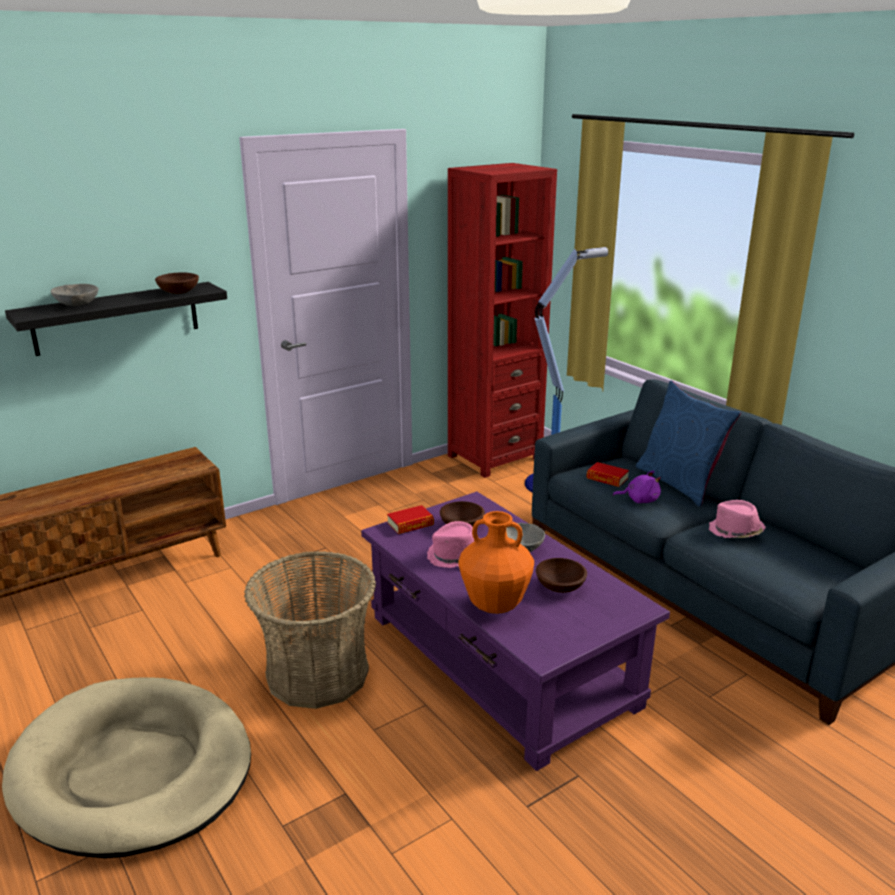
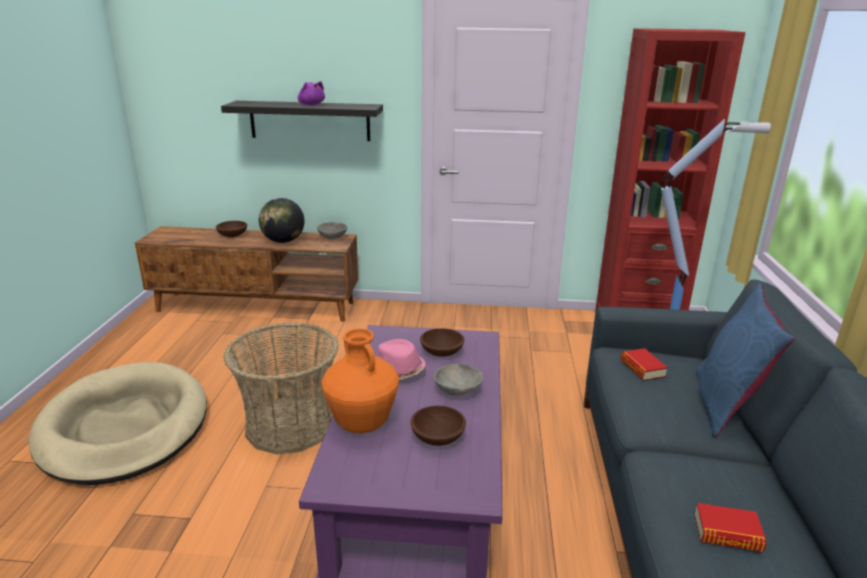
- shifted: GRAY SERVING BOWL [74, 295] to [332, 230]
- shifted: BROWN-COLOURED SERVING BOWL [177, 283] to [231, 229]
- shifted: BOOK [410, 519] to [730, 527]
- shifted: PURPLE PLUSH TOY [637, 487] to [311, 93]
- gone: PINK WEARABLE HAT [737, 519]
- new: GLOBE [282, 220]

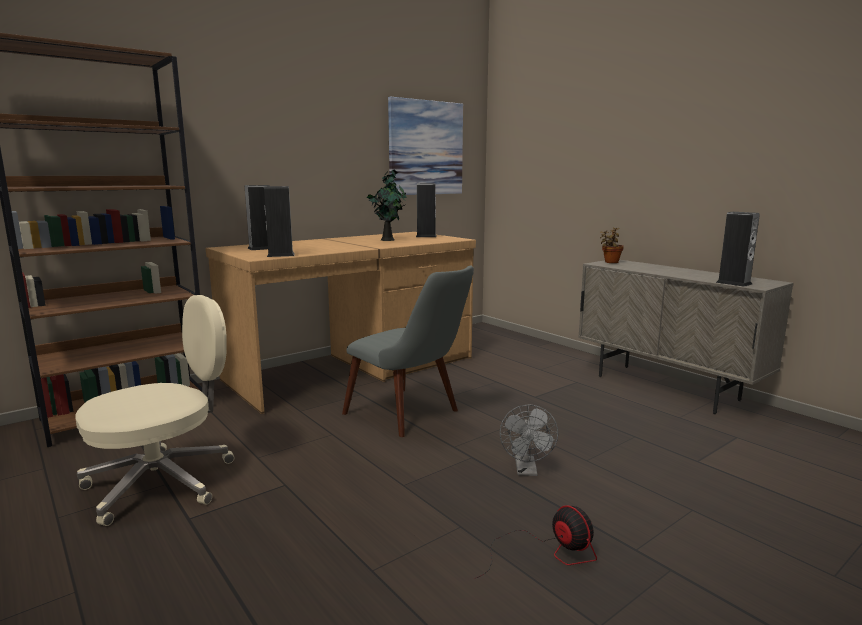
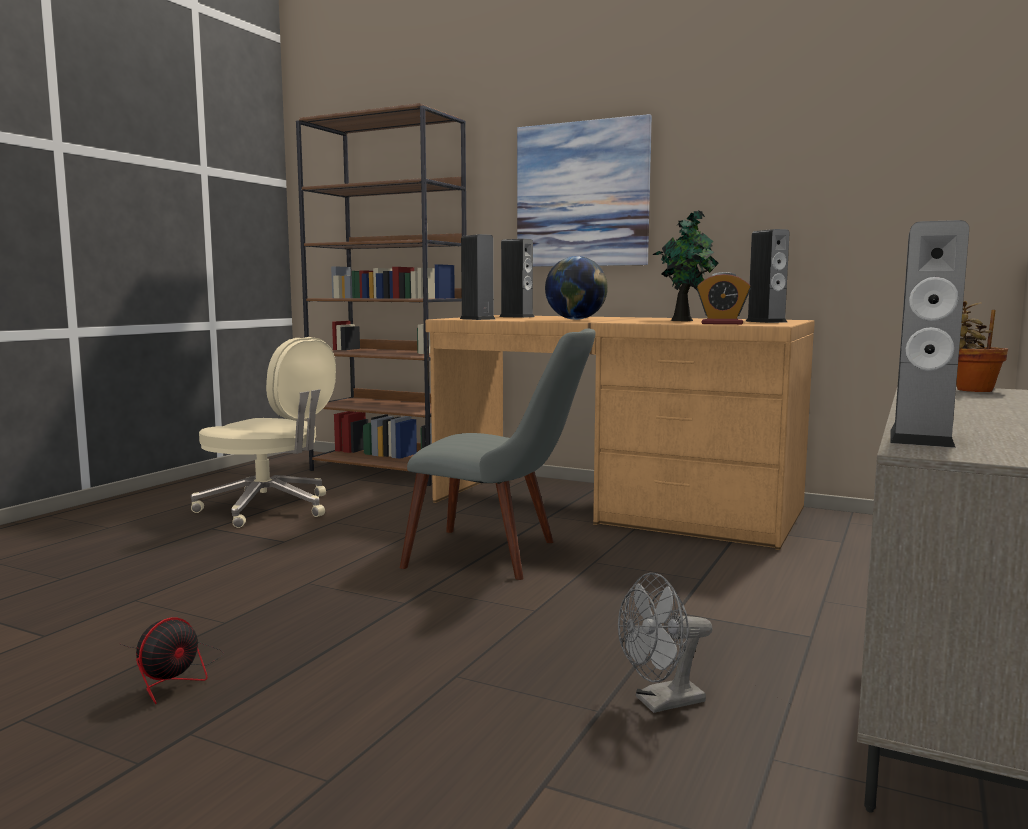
- rotated: GRAY PLAIN CHAIR [408, 351] = [498, 454] 90 degrees counterclockwise
- shifted: WALL ART [425, 146] to [584, 190]
- shifted: GRAY FAN [529, 440] to [665, 643]
- new: GLOBE [576, 288]
- new: ALARM CLOCK [723, 298]

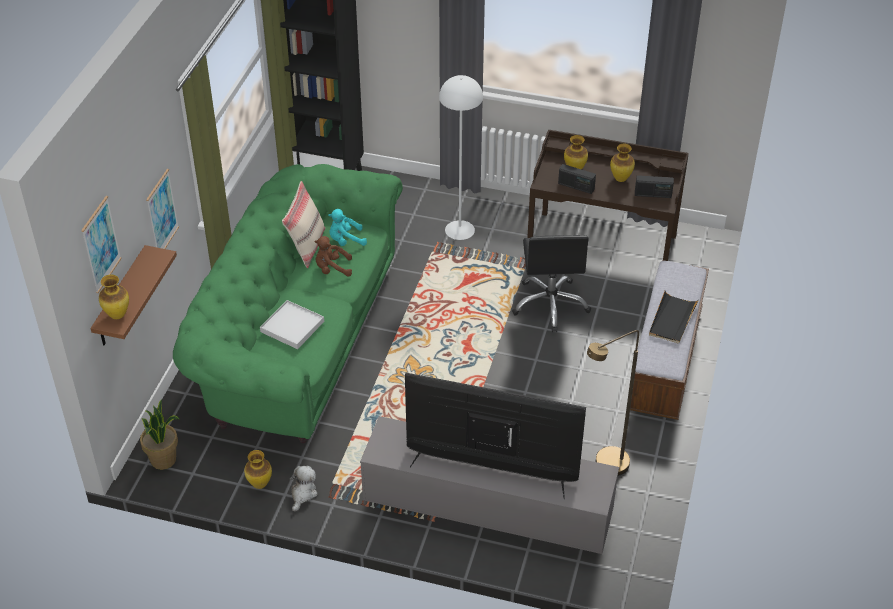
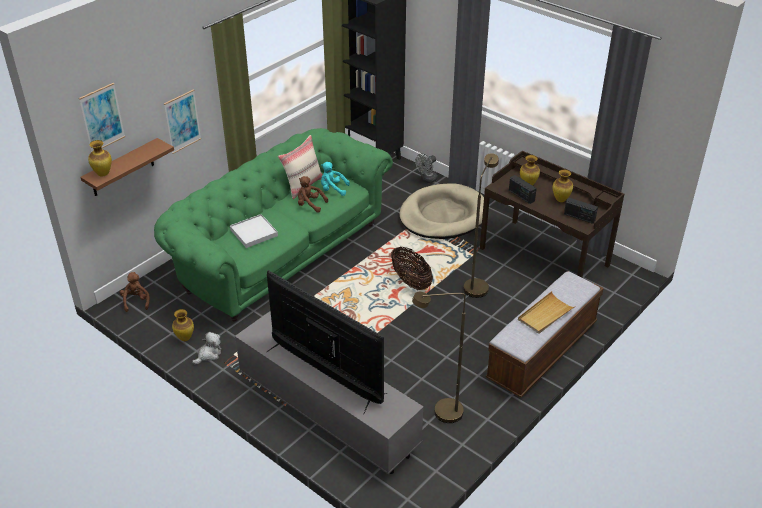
- swapped: POTTED PLANT [159, 434] to BROWN-COLOURED PLUSH TOY [135, 292]
- swapped: WHITE STANDARD LAMP [461, 157] to BEIGE PET BED [441, 211]
- swapped: BLACKISH OFFICE CHAIR [551, 283] to BROWN-COLOURED STANDARD LAMP [481, 225]
- repainted: BLACKISH TRAY [674, 317] to BEIGE TRAY [546, 312]
- new: STORAGE BASKET [412, 268]
- new: GRAY FAN [426, 168]

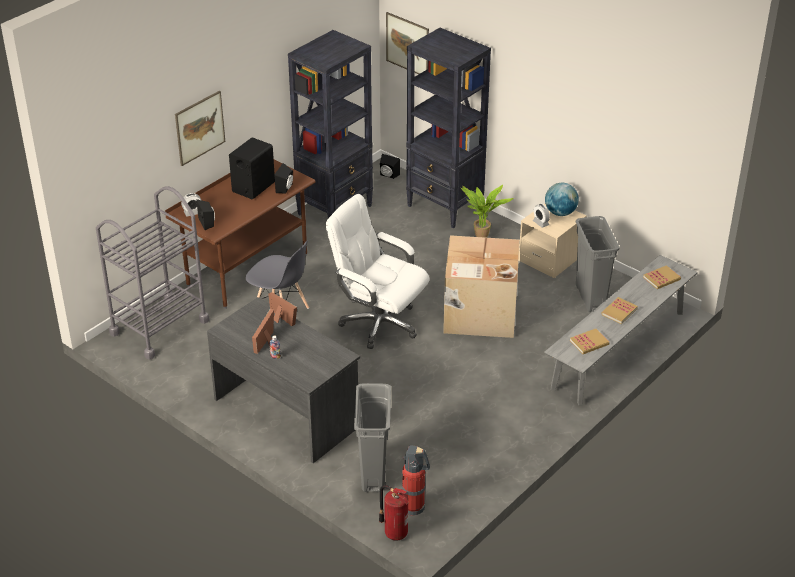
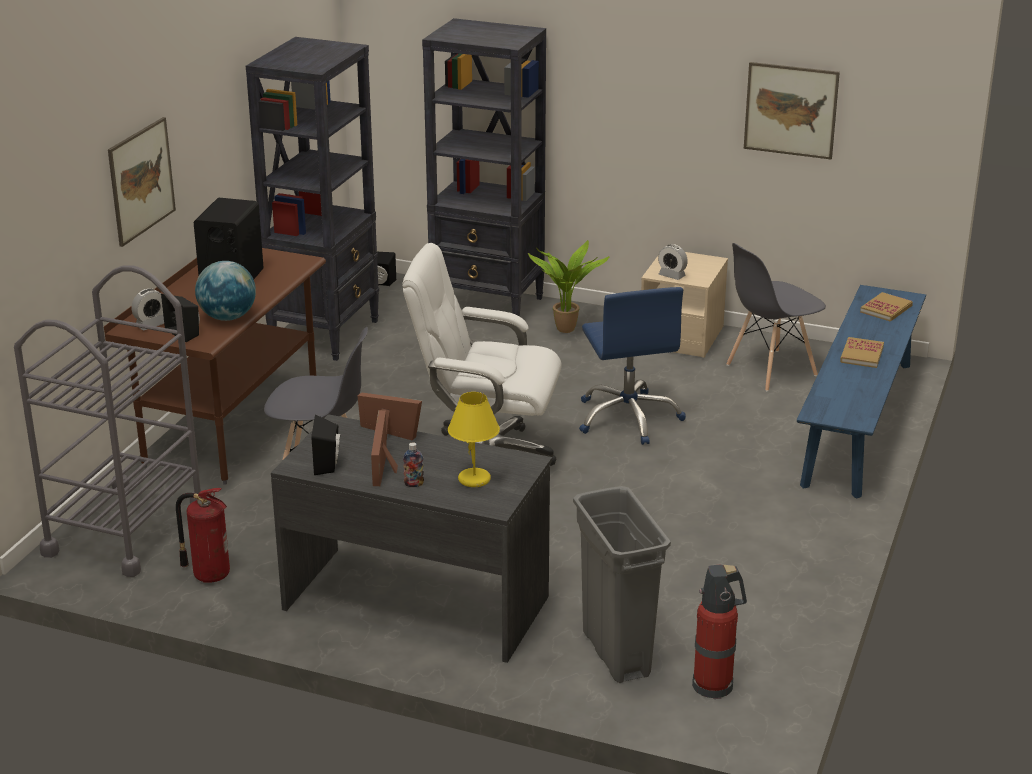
- shifted: BLACKISH SPEAKER [283, 178] to [325, 444]
- shifted: FIRE EXTINGUISHER [394, 512] to [203, 535]
- shifted: WALL ART [407, 43] to [792, 110]
- swapped: PACKING BOX [481, 286] to BLUE OFFICE CHAIR [632, 366]
- repainted: GRAY LONG SEAT [621, 330] to BLUE LONG SEAT [861, 392]
- shifted: GLOBE [562, 199] to [225, 291]
- gone: BOOK [590, 341]
- swapped: GRAY RUBBISH BIN [598, 264] to GRAY PLAIN CHAIR [776, 317]
- new: YELLOW TABLE LAMP [474, 439]

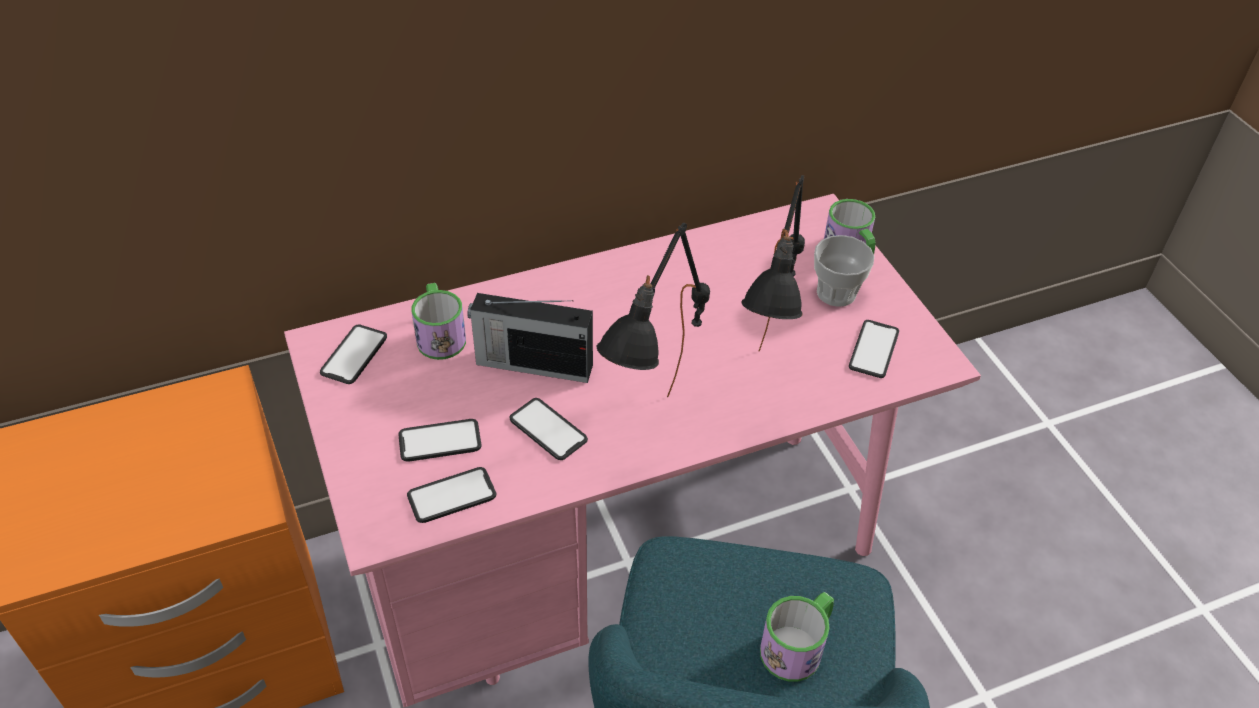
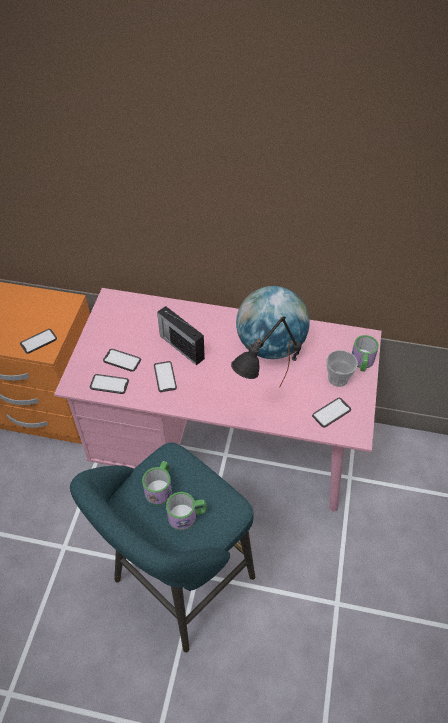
- shifted: TELEPHONE [353, 354] to [38, 341]
- shifted: TEA MUG [438, 321] to [157, 483]
- gone: BLACKISH TABLE LAMP [653, 310]
- new: GLOBE [273, 322]

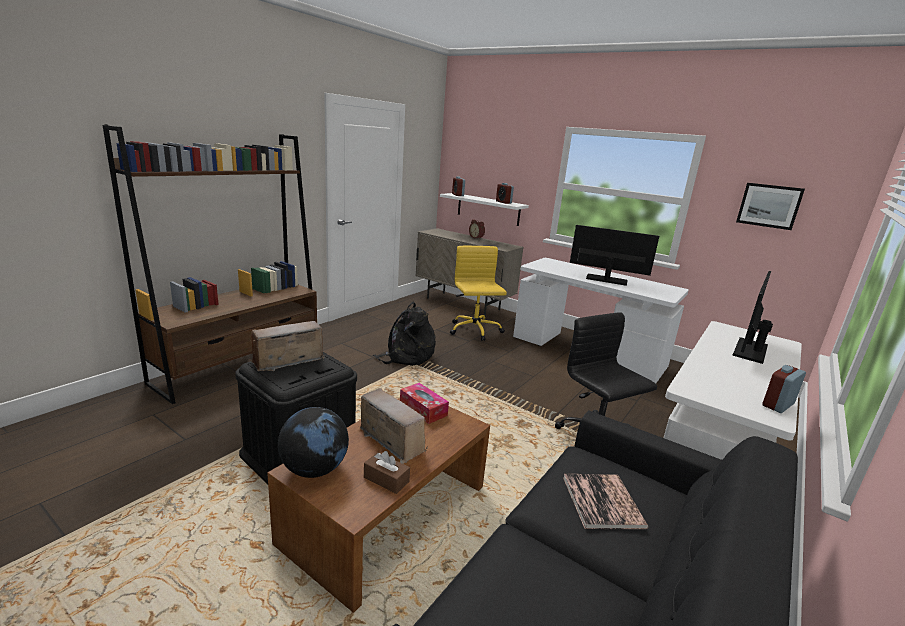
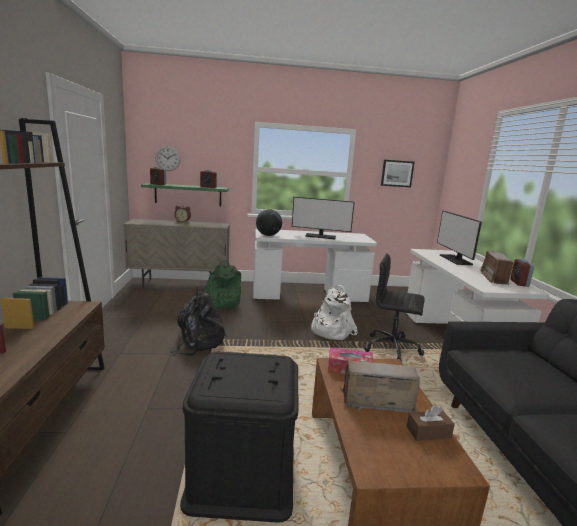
- shifted: RADIO RECEIVER [287, 346] to [497, 268]
- shifted: GLOBE [313, 442] to [269, 222]
- repainted: WHITE WALL SHELF [484, 209] to GREEN-COLOURED WALL SHELF [185, 194]
- swapped: YELLOW OFFICE CHAIR [478, 293] to GREEN-COLOURED BACKPACK [222, 284]
- gone: BOOK [605, 501]
- rotated: MONITOR [614, 255] = [323, 218] 150 degrees counterclockwise
- new: WALL CLOCK [168, 158]
- new: WHITE BACKPACK [334, 312]

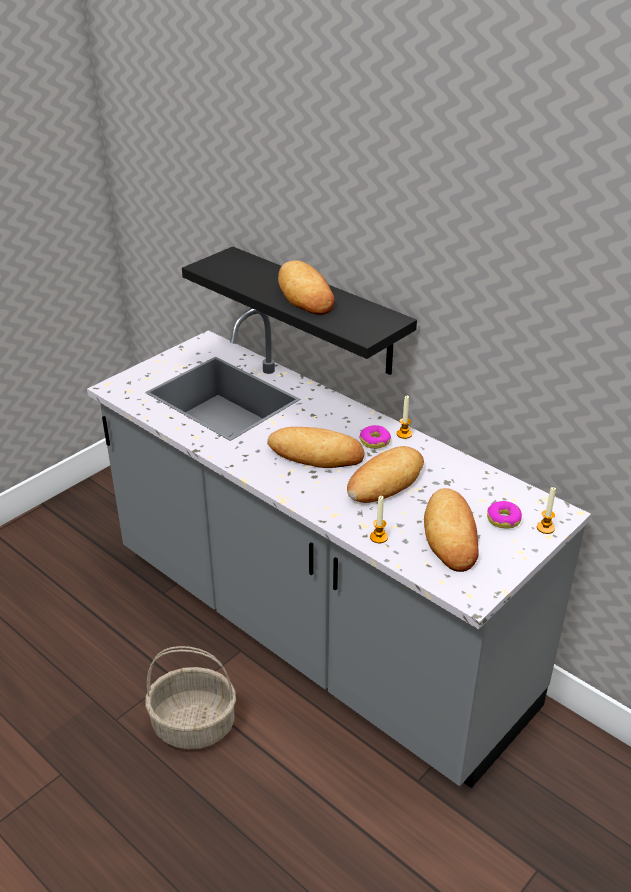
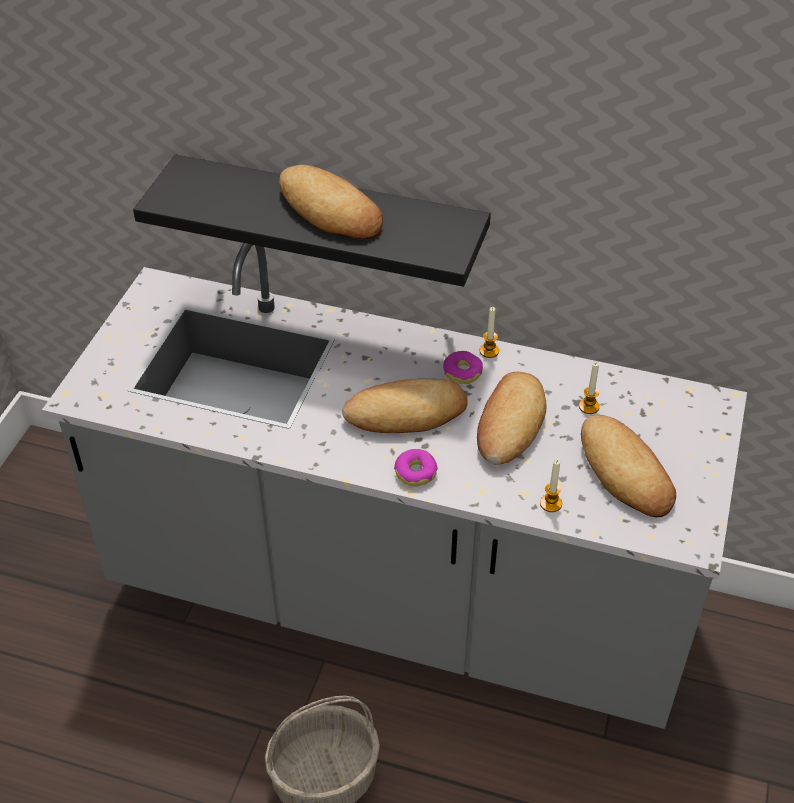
- shifted: DONUT [504, 515] to [416, 467]
- shifted: WAX LIGHT [546, 510] to [589, 388]

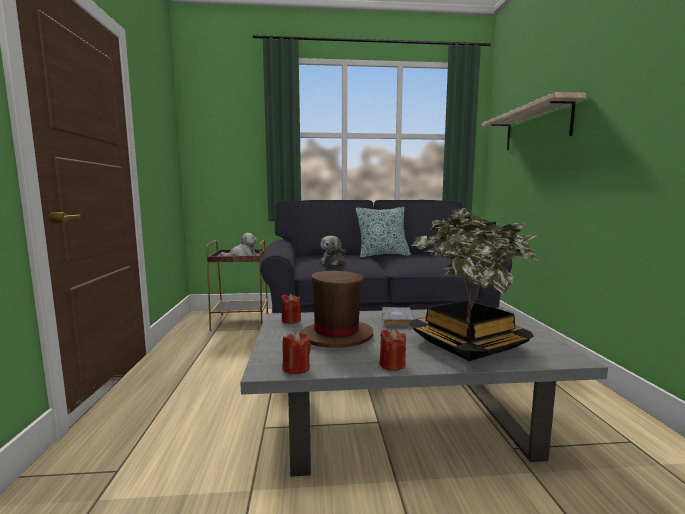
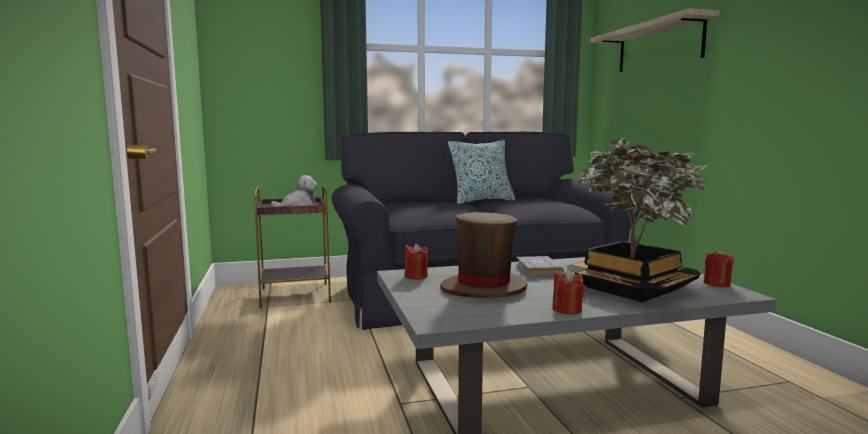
- shifted: RED-COLOURED WAX LIGHT [296, 353] to [718, 268]
- gone: PLUSH TOY [333, 250]

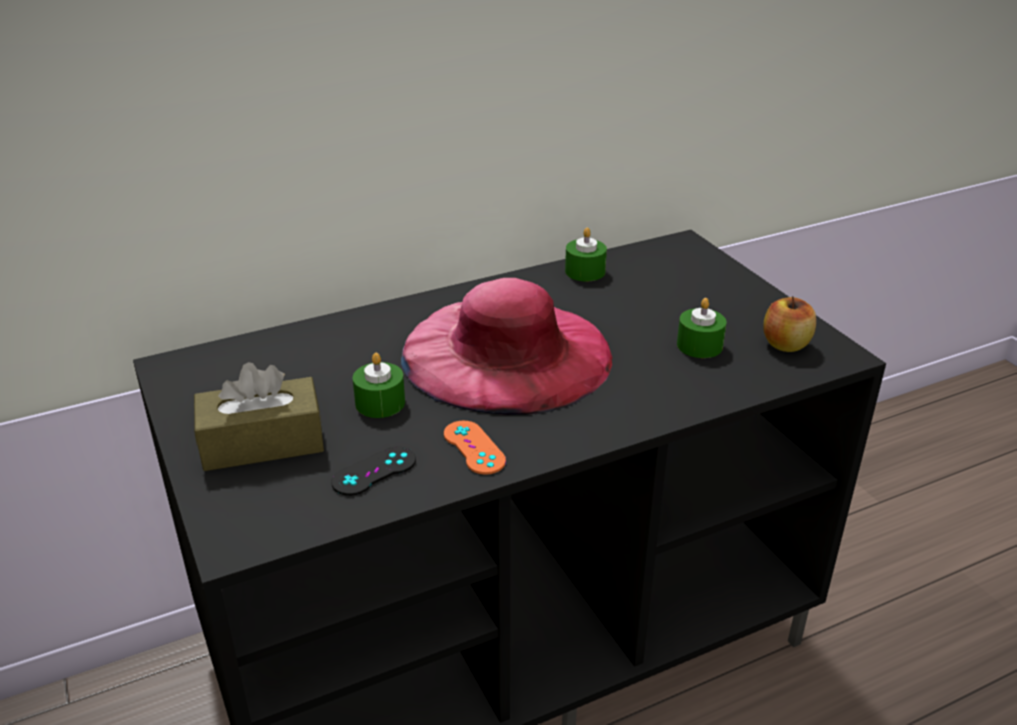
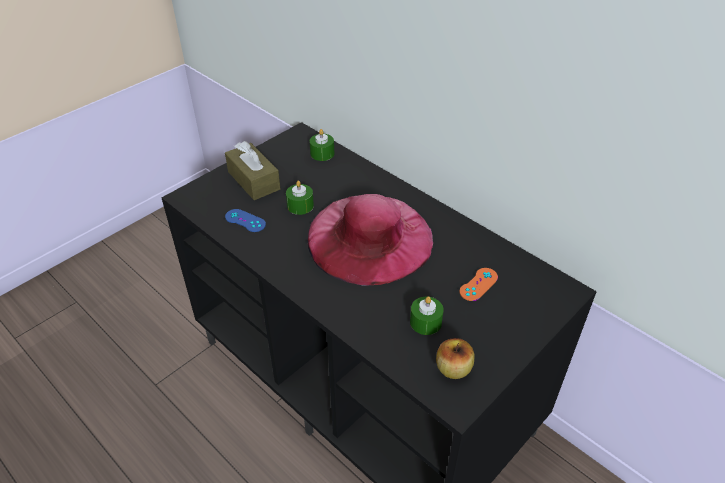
- repainted: BLACKISH JOYPAD [373, 471] to BLUE JOYPAD [245, 220]
- shifted: ORANGE-COLOURED JOYPAD [475, 448] to [478, 284]
- shifted: GREEN-COLOURED WAX LIGHT [586, 254] to [322, 145]

